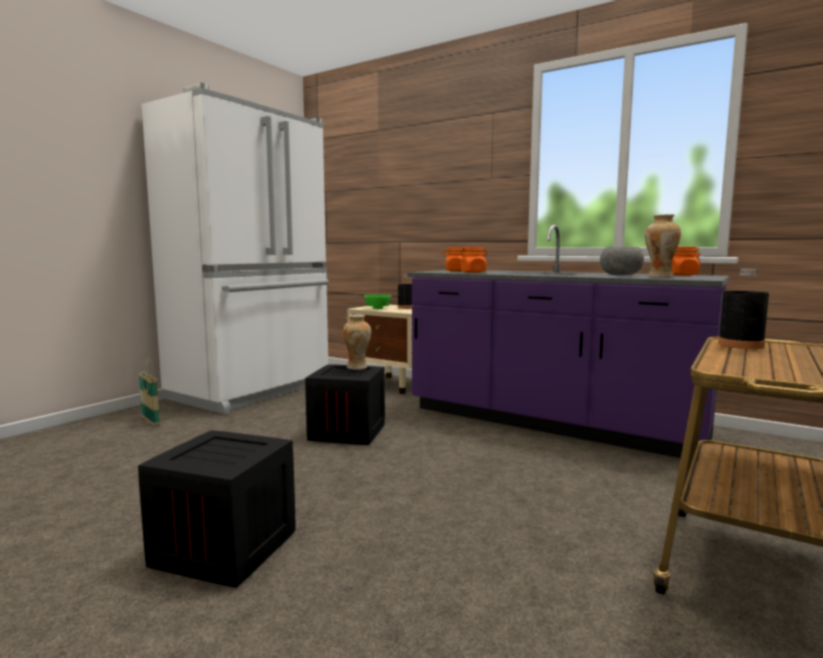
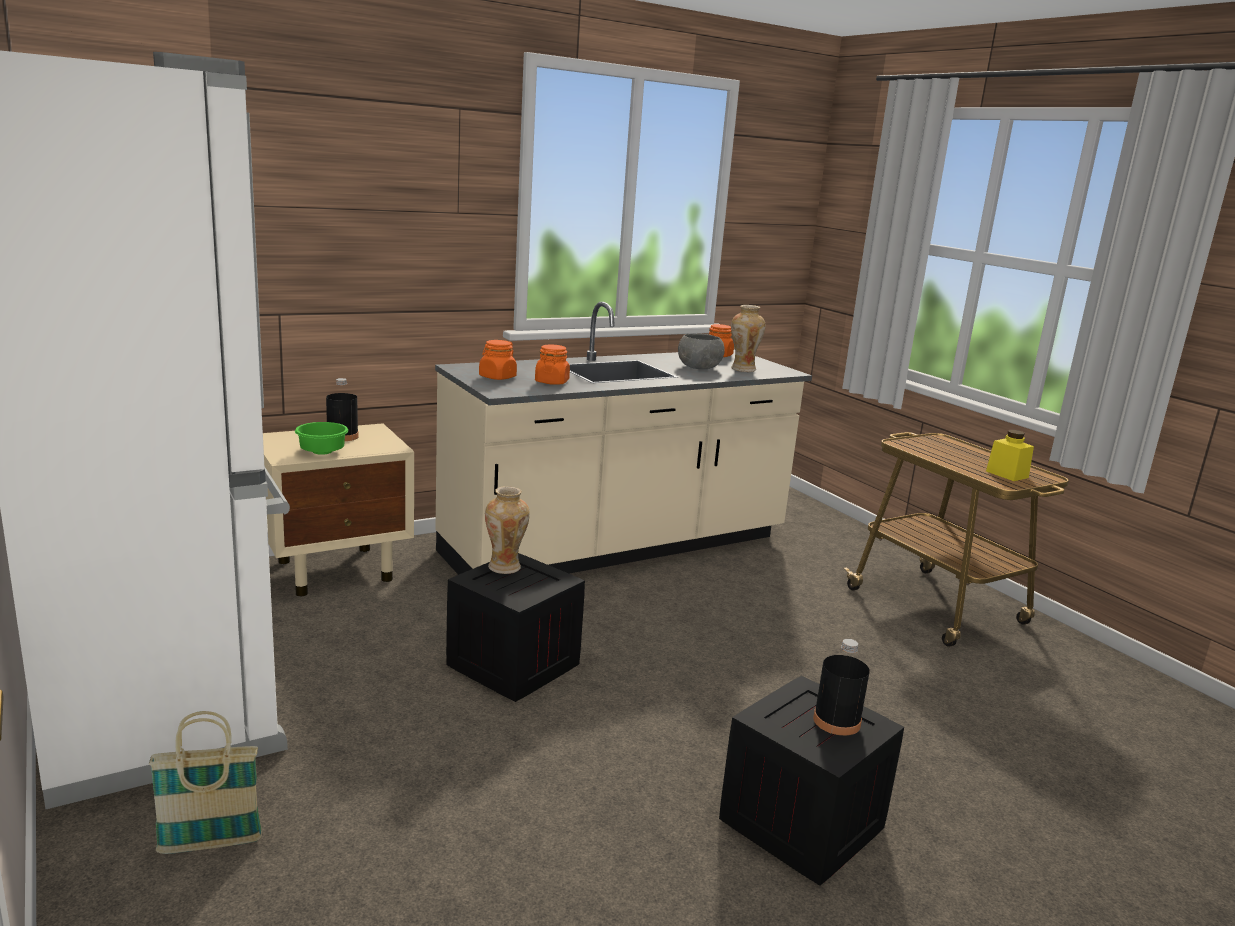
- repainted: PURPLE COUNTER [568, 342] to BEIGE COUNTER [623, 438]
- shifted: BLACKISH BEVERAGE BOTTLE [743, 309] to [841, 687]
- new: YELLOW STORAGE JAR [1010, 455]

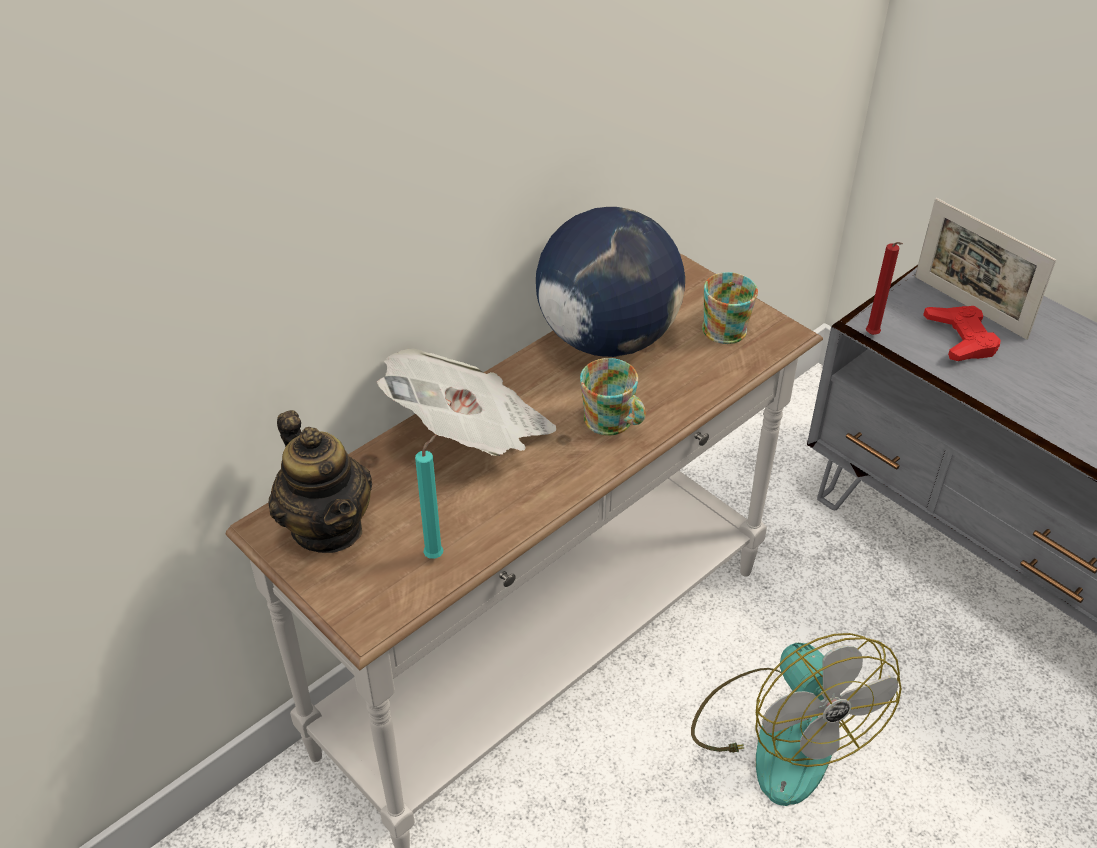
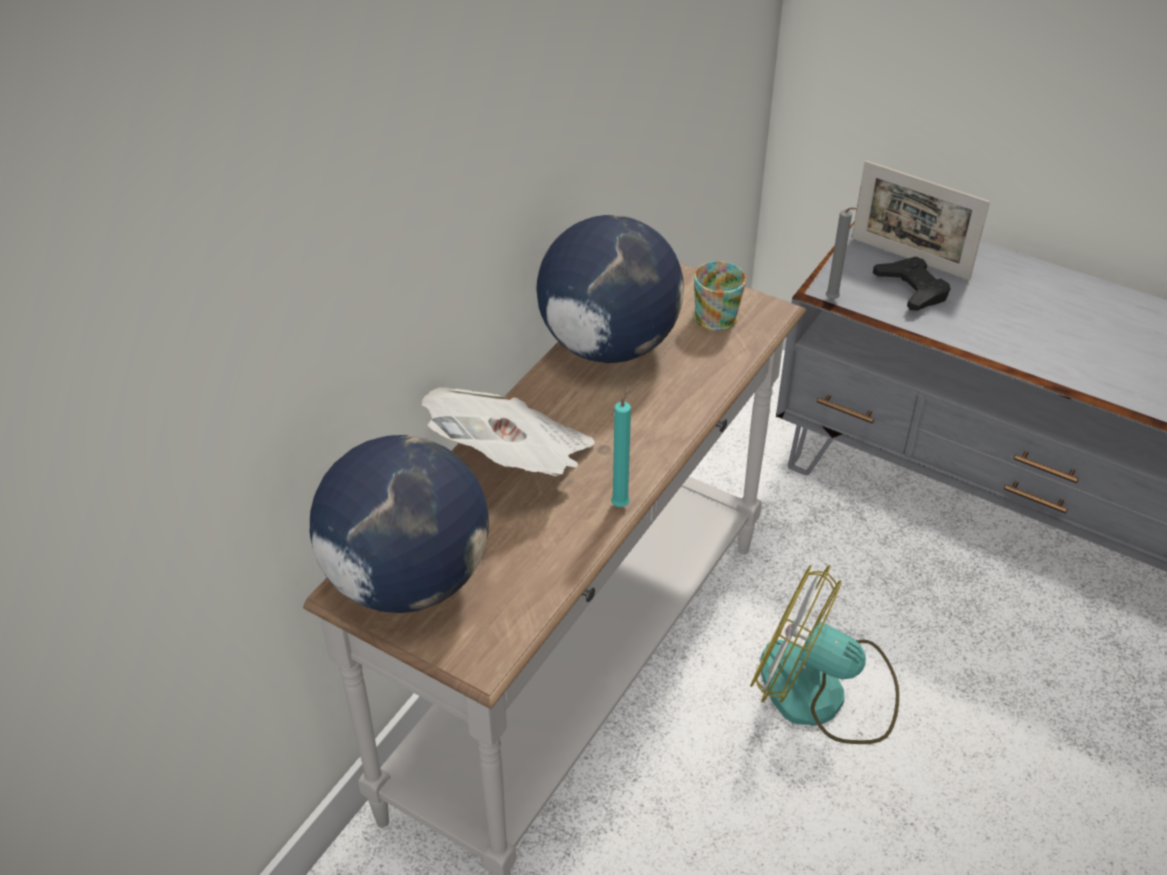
- swapped: TEA POT [320, 481] to GLOBE [399, 524]
- shifted: TURQUOISE-COLOURED WAX LIGHT [429, 497] to [621, 446]
- gone: TEA MUG [613, 397]
- rotated: FAN [796, 719] = [824, 654] 150 degrees clockwise
- repainted: RED-COLOURED WAX LIGHT [884, 288] to GRAY WAX LIGHT [841, 253]
- repainted: RED-COLOURED JOYPAD [962, 333] to BLACKISH JOYPAD [912, 284]

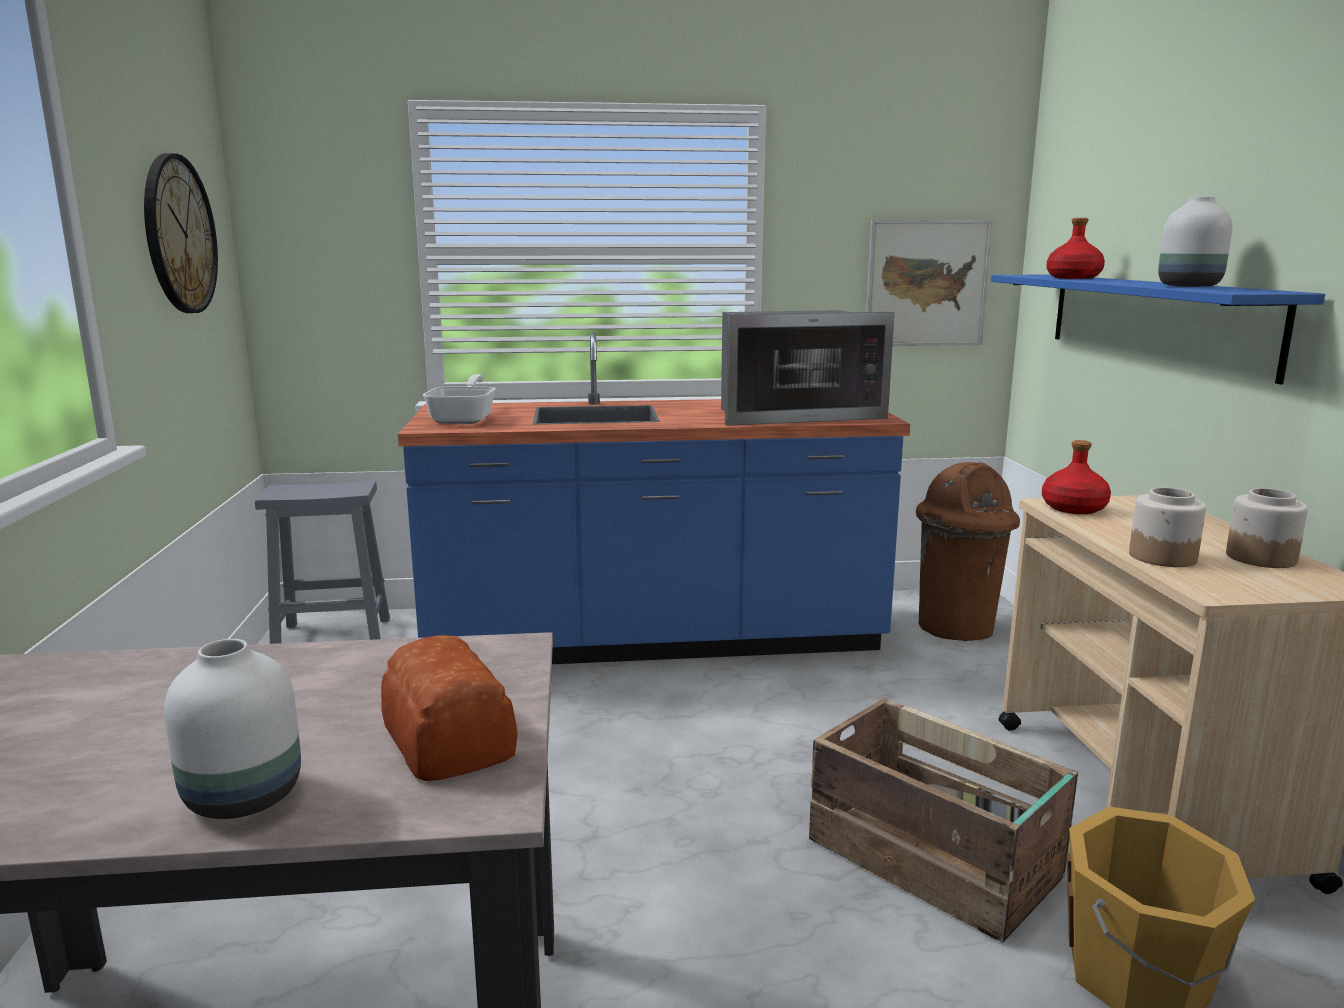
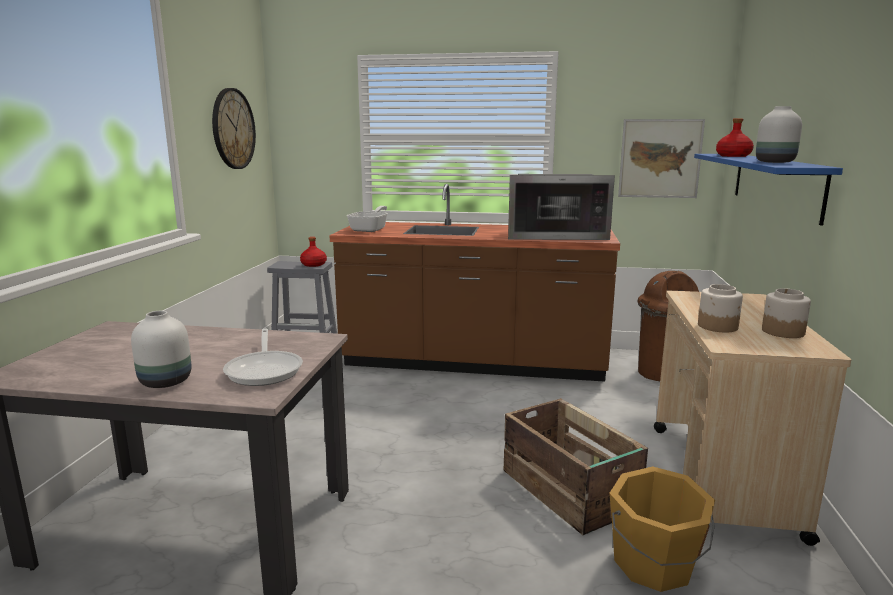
- swapped: BREAD [449, 708] to SKILLET [263, 357]
- repainted: BLUE COUNTER [654, 498] to BROWN-COLOURED COUNTER [474, 283]
- shifted: RED-COLOURED BEVERAGE BOTTLE [1076, 477] to [313, 252]

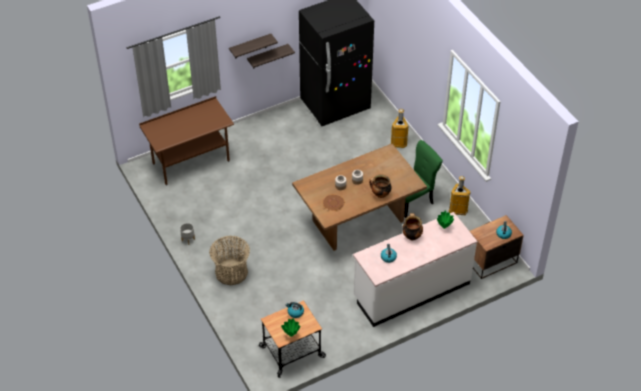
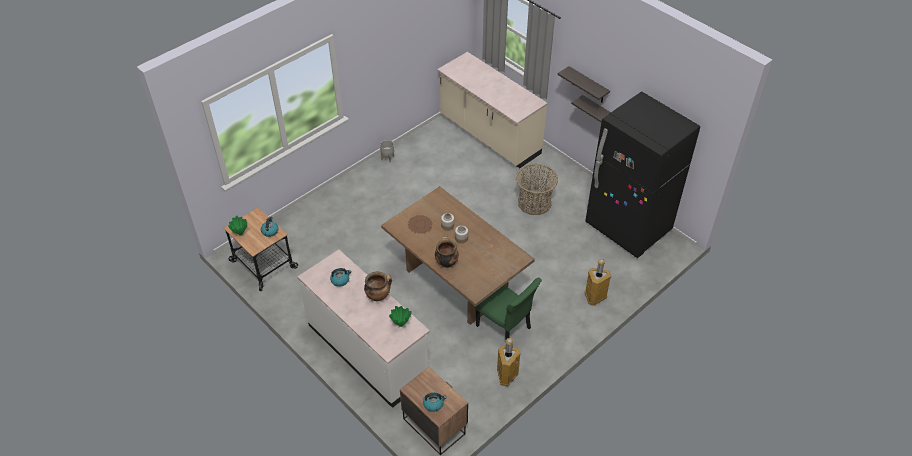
- swapped: BROWN-COLOURED DESK UNIT [186, 141] to BEIGE COUNTER [492, 110]
- shifted: STORAGE BASKET [229, 260] to [537, 189]

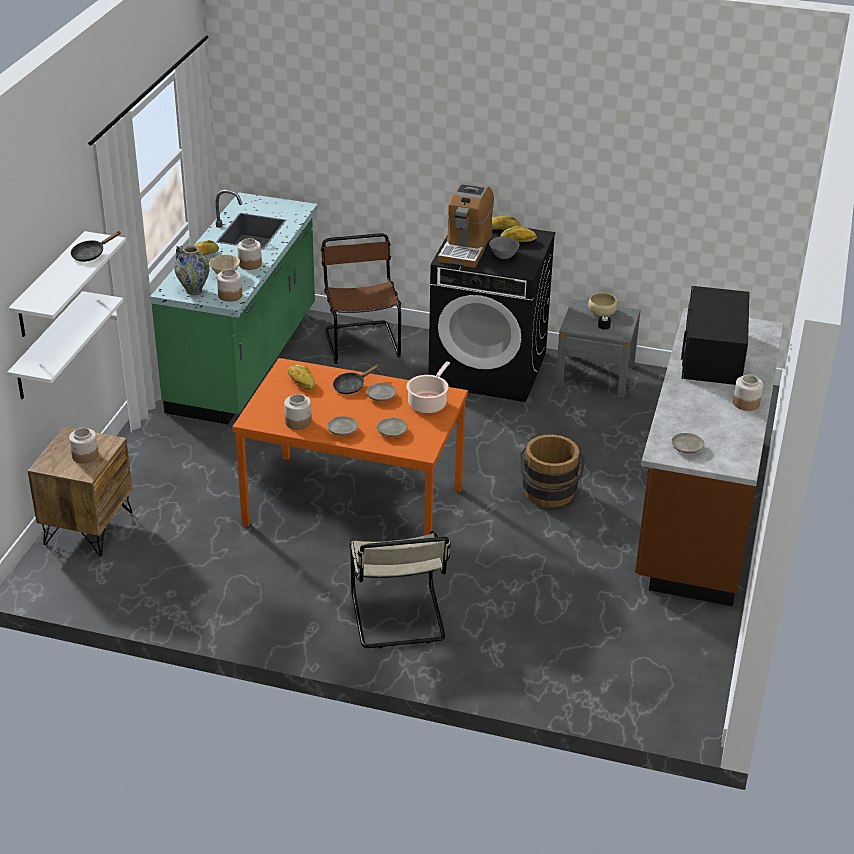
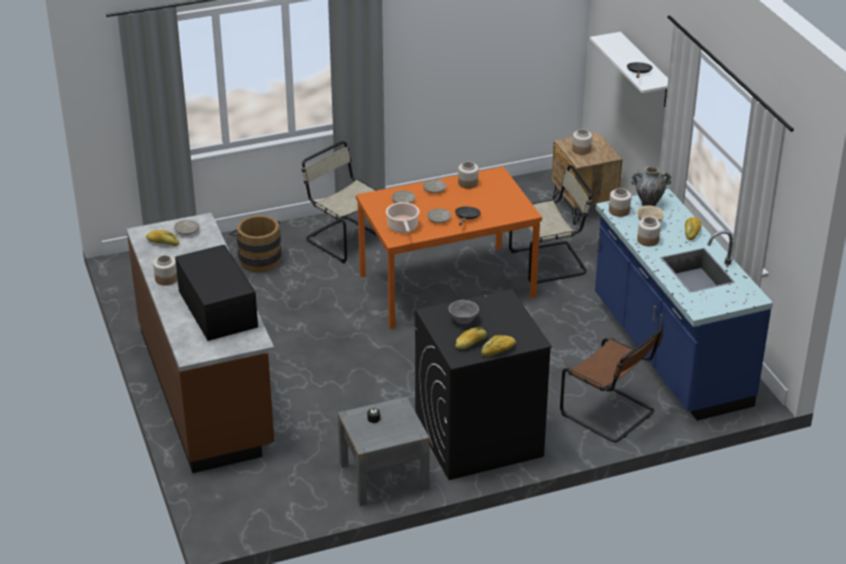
- gone: WHITE WALL SHELF [65, 345]
- repainted: GREEN-COLOURED COUNTER [234, 307] to BLUE COUNTER [684, 305]
- shifted: BREAD [301, 377] to [162, 238]
- gone: COFFEE BREWER [466, 225]
- shifted: BROWN-COLOURED PAIL [552, 471] to [255, 243]
- gone: BEIGE SERVING BOWL [603, 304]
- new: BEIGE PLAIN CHAIR [550, 224]

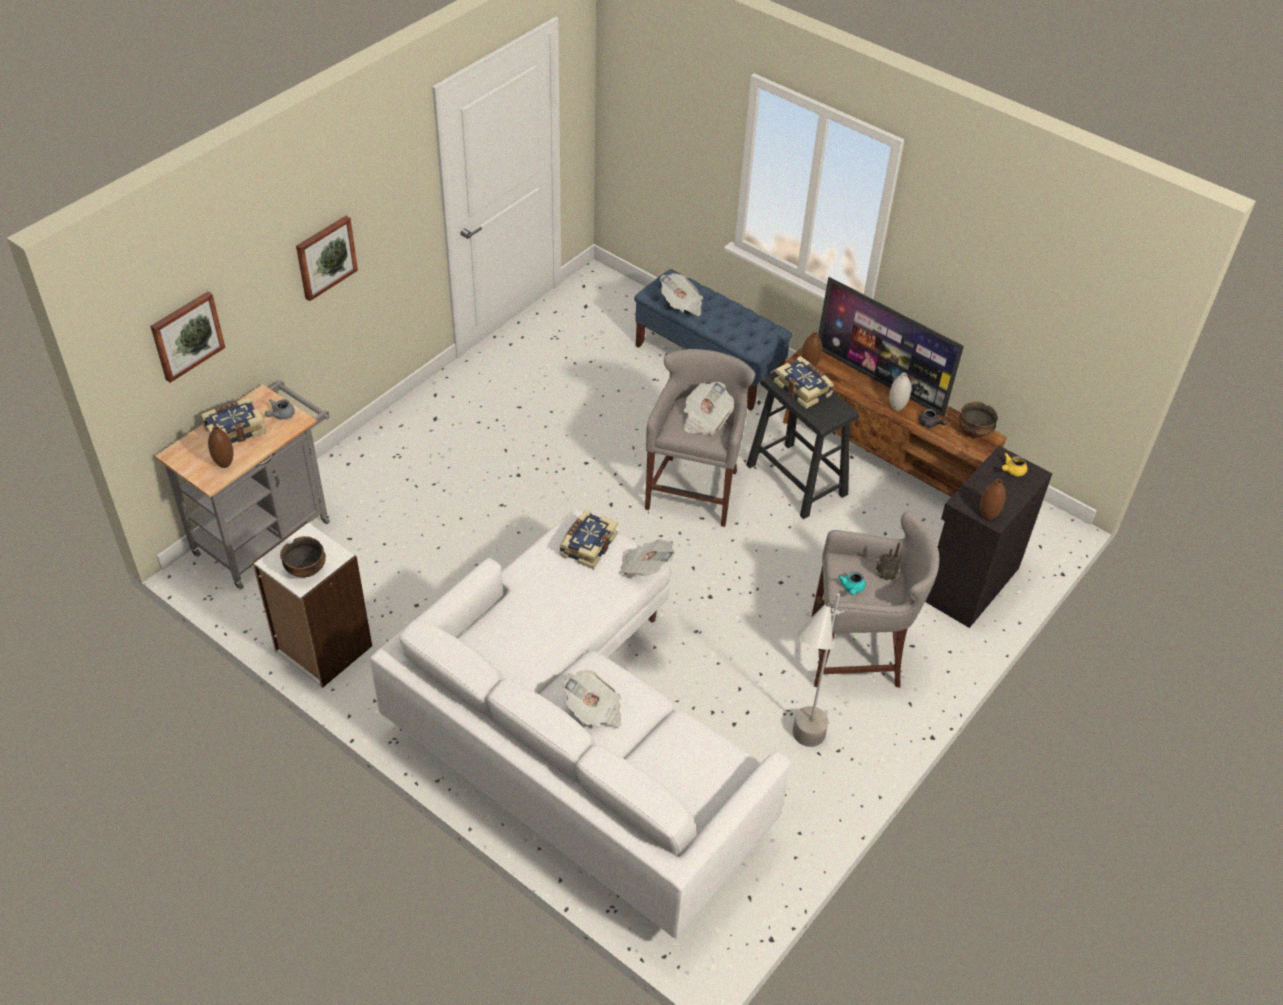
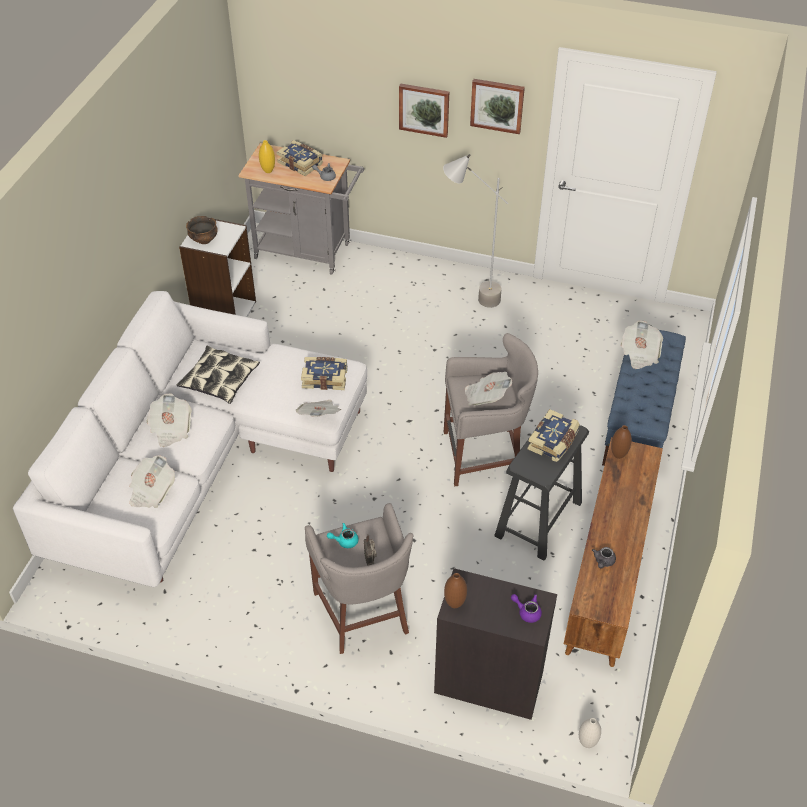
- shifted: WALL ART [187, 337] to [497, 106]
- repainted: BROWN-COLOURED DECORATIVE VASE [220, 447] to YELLOW DECORATIVE VASE [267, 156]
- shifted: GRAY STANDARD LAMP [819, 670] to [475, 231]
- gone: TV [891, 347]
- shifted: WHITE DECORATIVE VASE [900, 392] to [590, 733]
- gone: SERVING BOWL [978, 420]
- repainted: YELLOW TEA POT [1014, 464] to PURPLE TEA POT [526, 608]
- new: PRINTED PAPER [152, 481]
- new: CUSHION [218, 375]

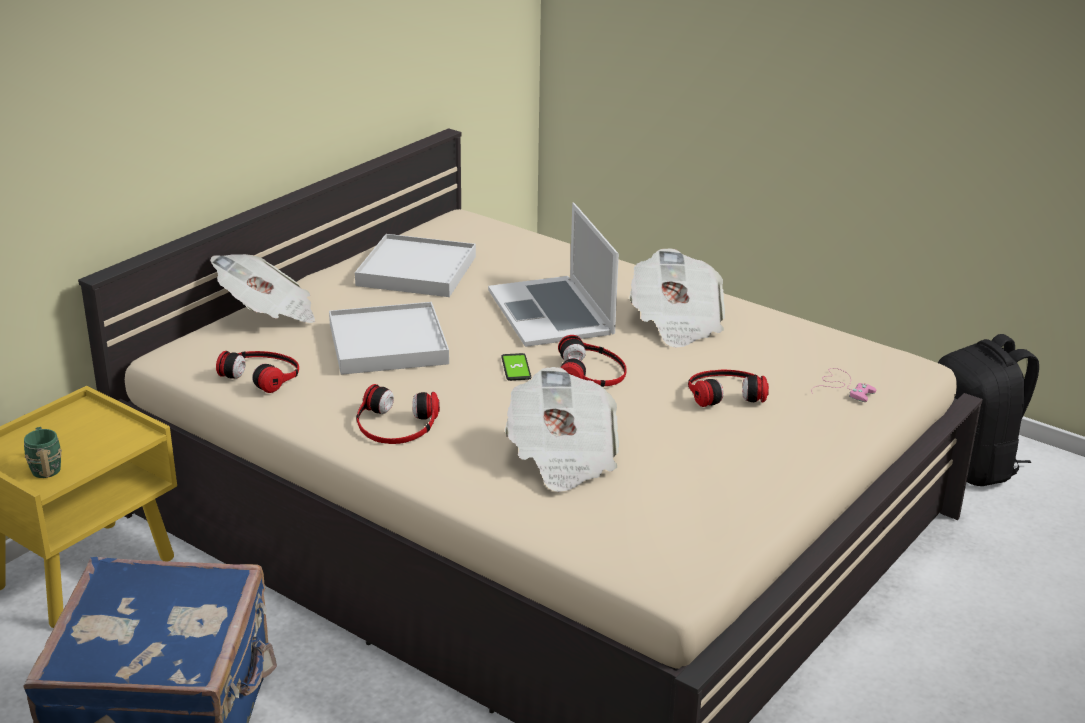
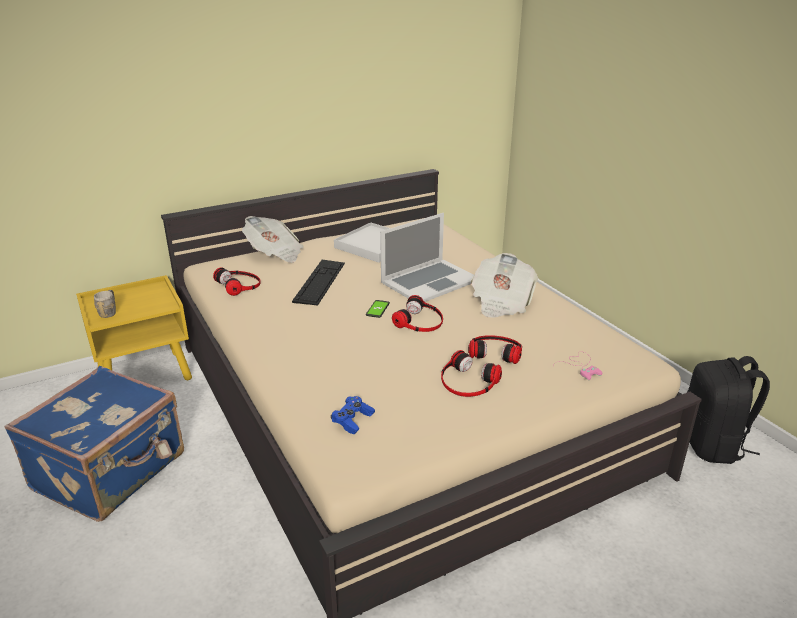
- repainted: GREEN-COLOURED TEA MUG [43, 452] to GRAY TEA MUG [105, 304]
- swapped: WHITE TRAY [389, 338] to KEYBOARD [318, 282]
- shifted: HEADSET [398, 414] to [471, 373]
- rotated: NOTEBOOK COMPUTER [553, 275] = [427, 257] 135 degrees counterclockwise
- gone: PRINTED PAPER [561, 429]
- new: BLUE JOYPAD [353, 415]

